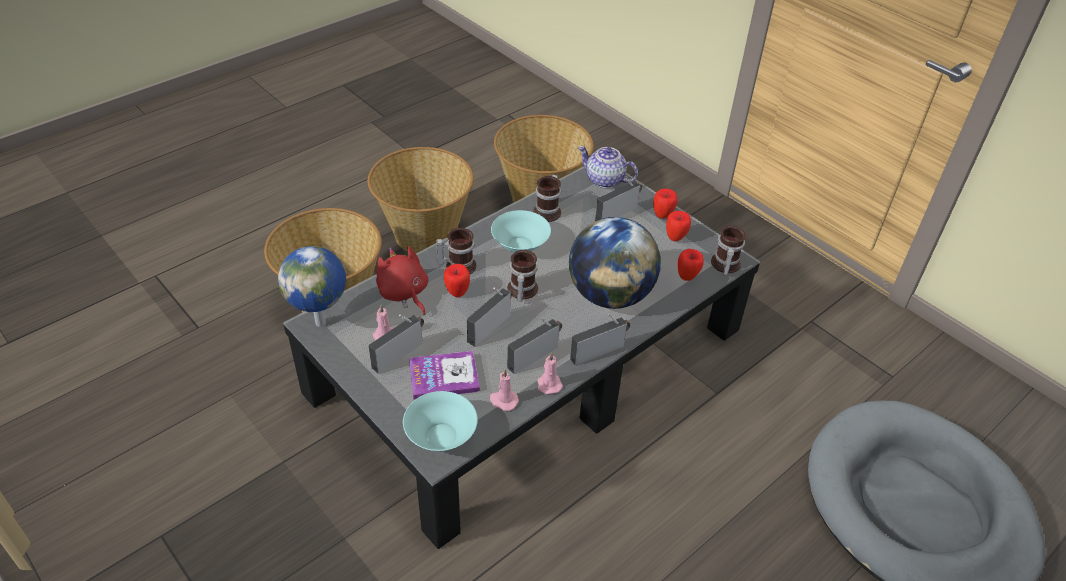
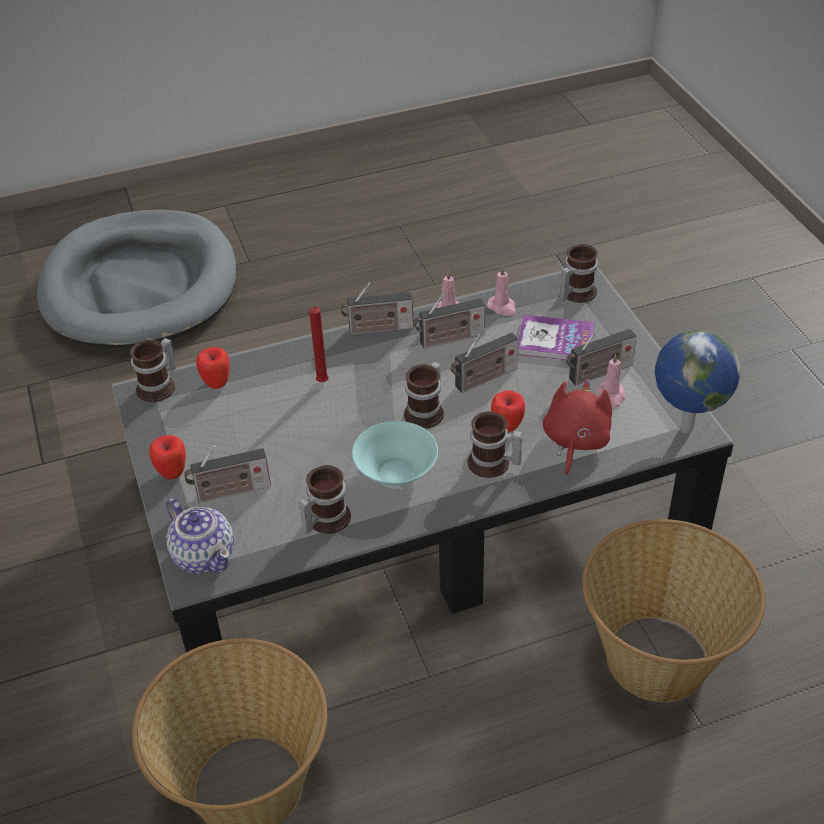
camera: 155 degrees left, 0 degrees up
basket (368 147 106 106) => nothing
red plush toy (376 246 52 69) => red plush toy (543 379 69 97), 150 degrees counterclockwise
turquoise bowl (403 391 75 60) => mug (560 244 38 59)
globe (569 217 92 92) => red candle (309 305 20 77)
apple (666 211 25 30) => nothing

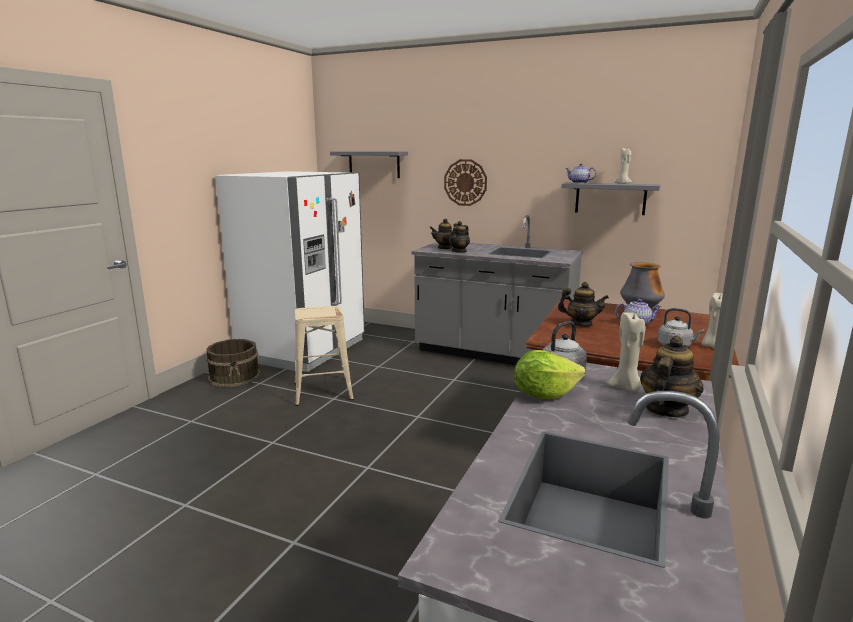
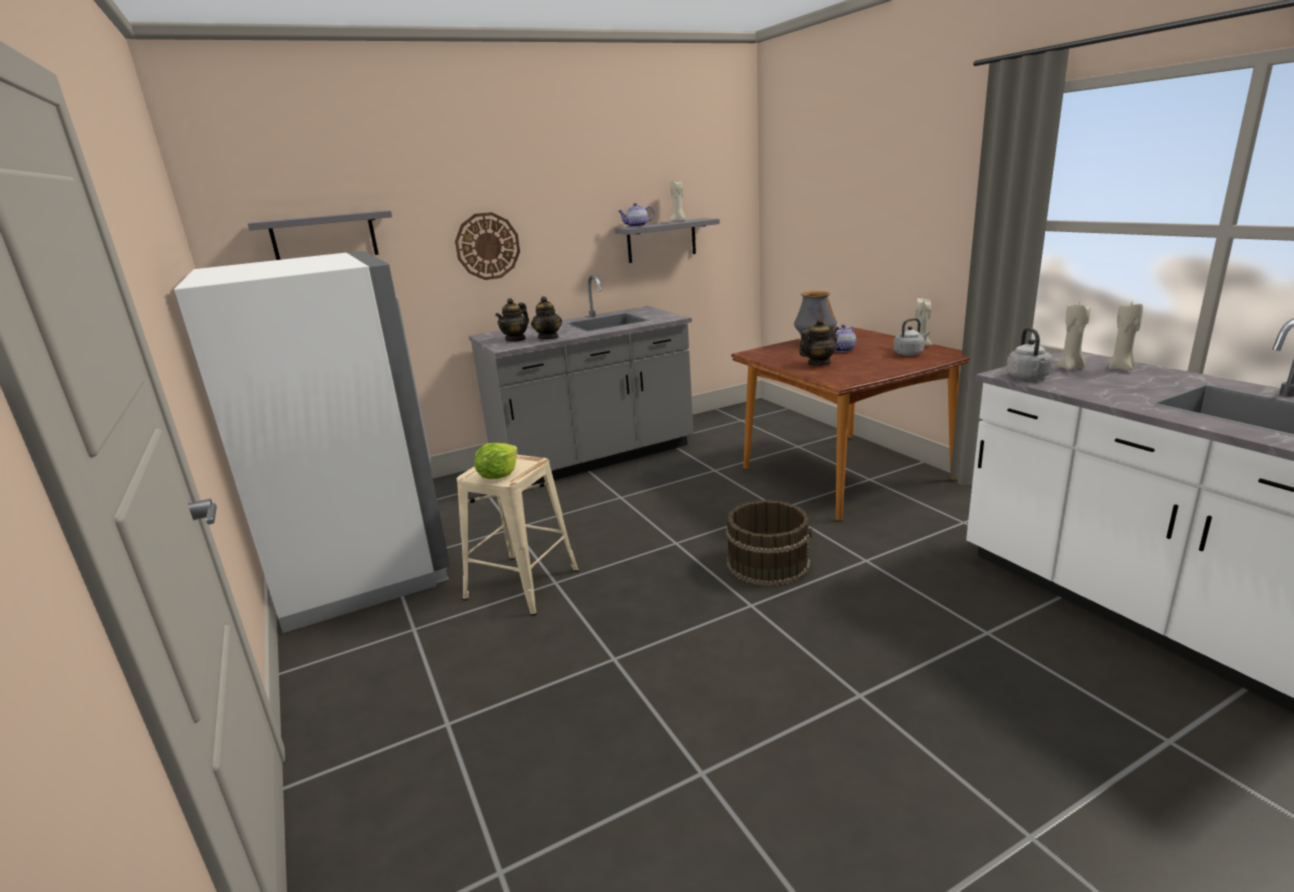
camera: 50 degrees left, 5 degrees up
brown bucket (206 339 54 48) => brown bucket (725 500 87 86), shifted
lettuce (514 350 71 49) => lettuce (474 443 44 36), shifted
teapot (640 335 63 82) => beige candle (1108 303 35 68)

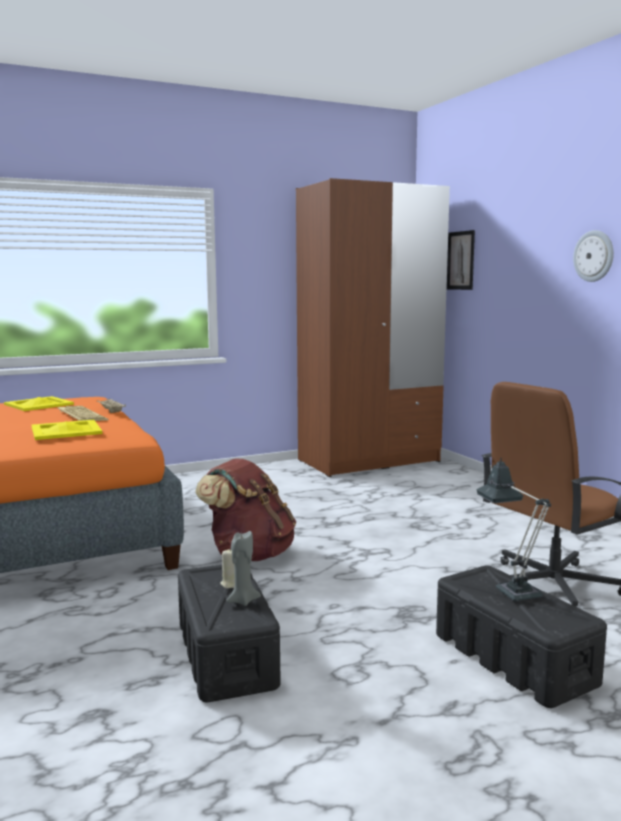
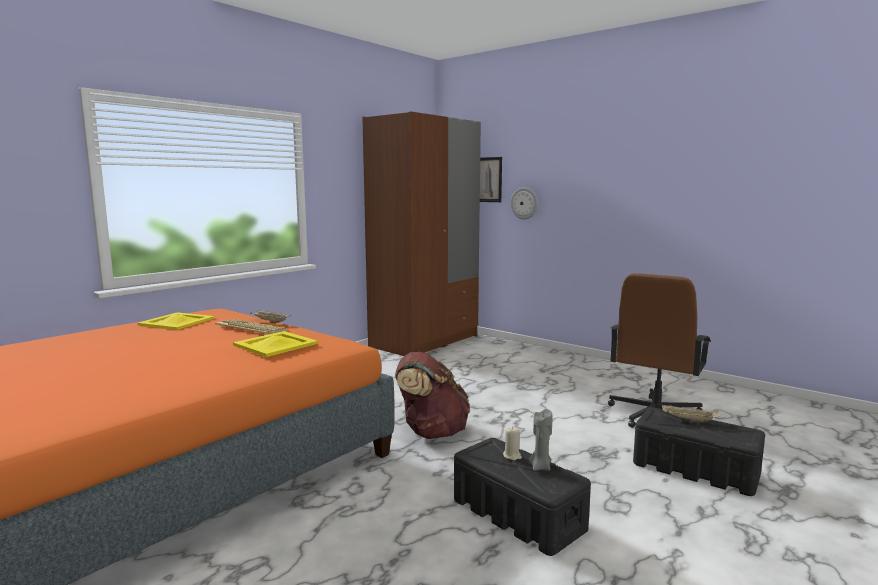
camera: 25 degrees left, 0 degrees up
table lamp (476 458 75 143) => beige tray (662 405 58 17)
wall clock (573 230 41 52) => wall clock (510 187 28 33), shifted

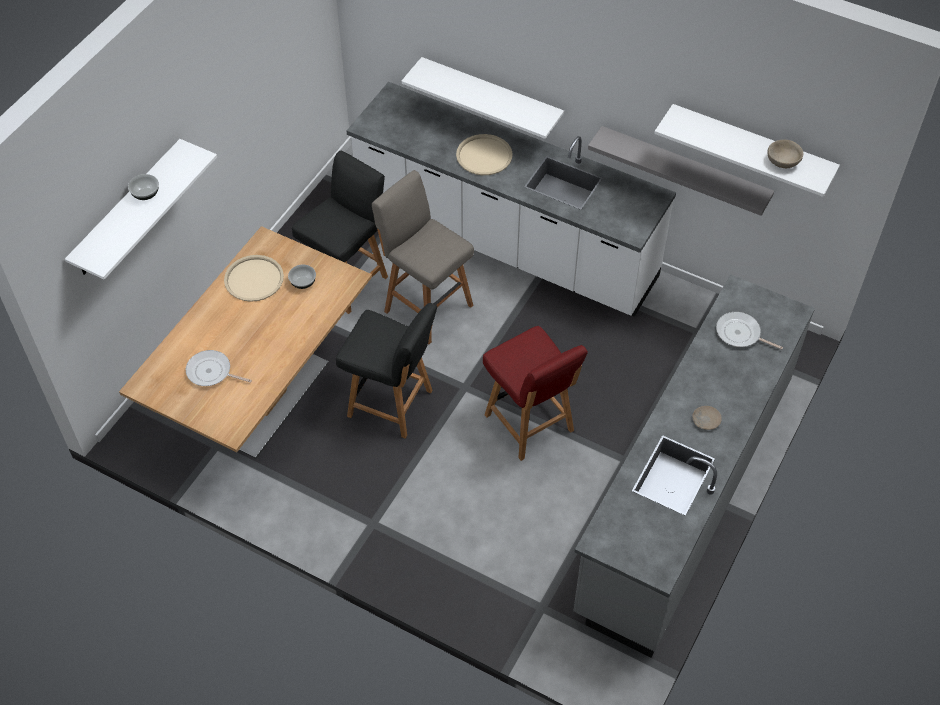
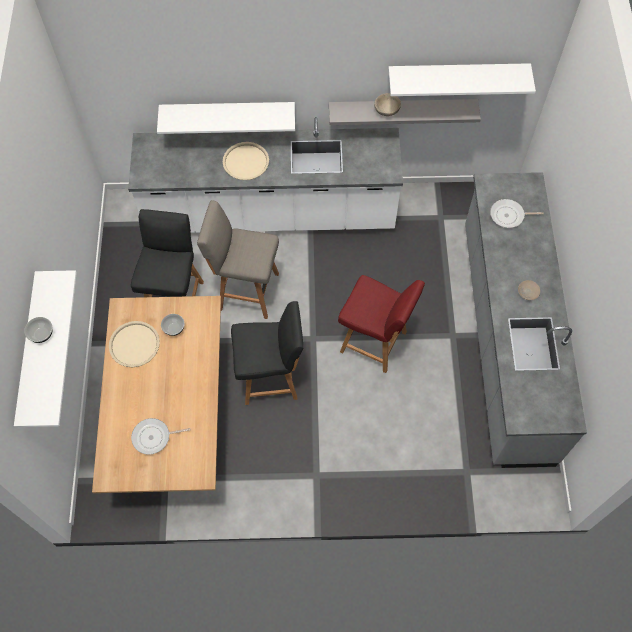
camera: 30 degrees left, 10 degrees up
beige bowl (767 140 36 28) => beige bowl (374 93 27 23), shifted

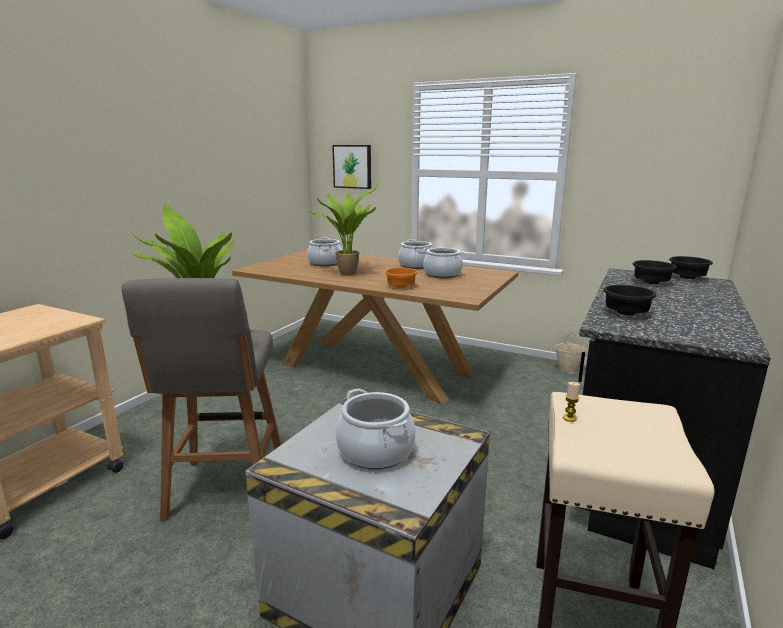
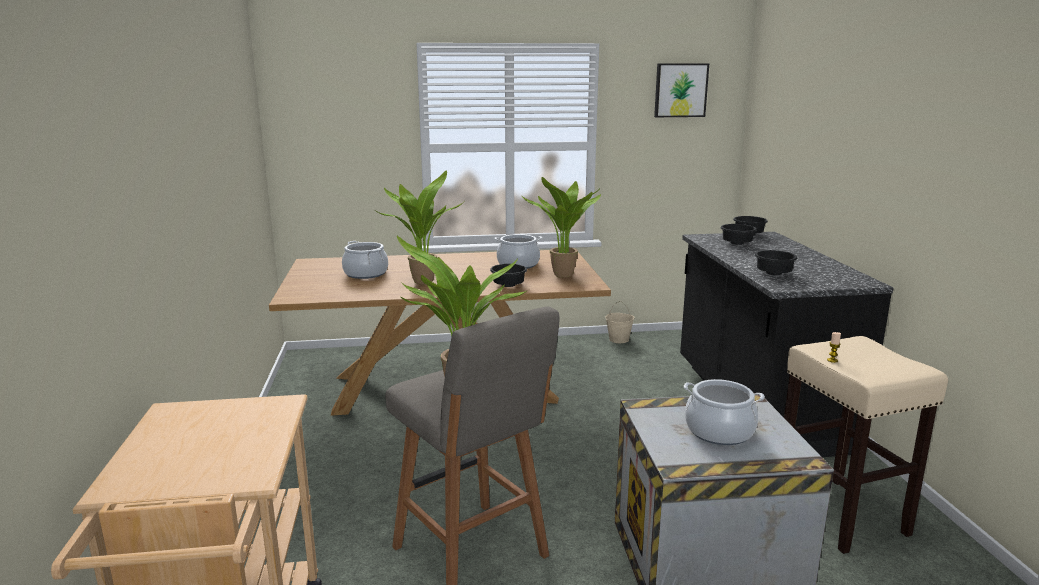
camera: 35 degrees left, 0 degrees up
picture (332 145 39 44) => picture (654 63 55 54), shifted
orange bowl (385 268 33 20) => black bowl (490 264 37 23)
cooking pot (398 239 34 30) => nothing
nothing => potted plant (521 177 80 101)

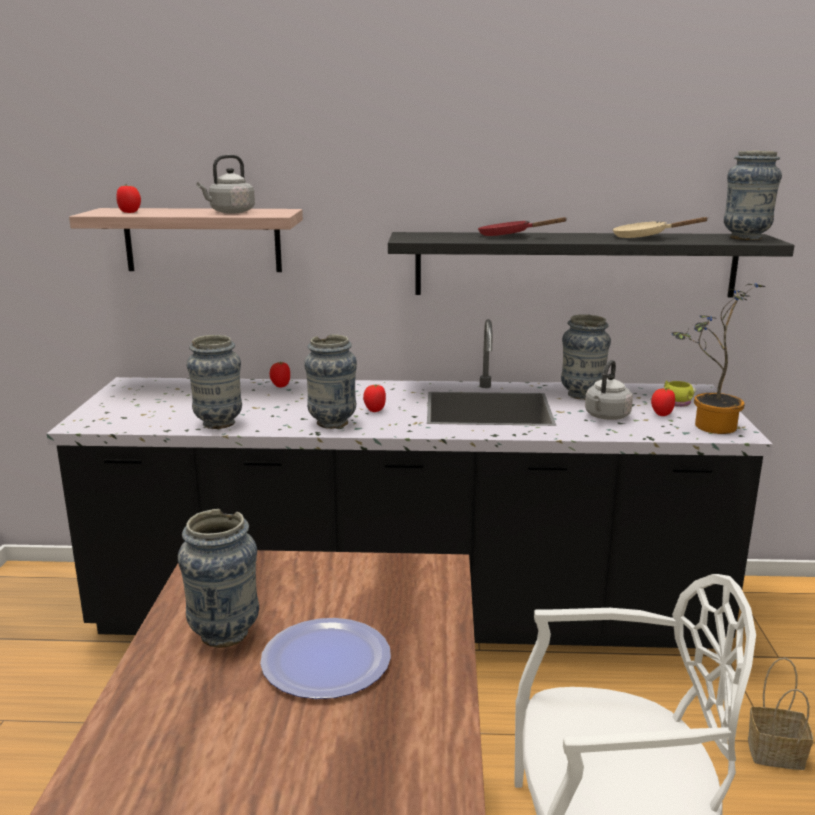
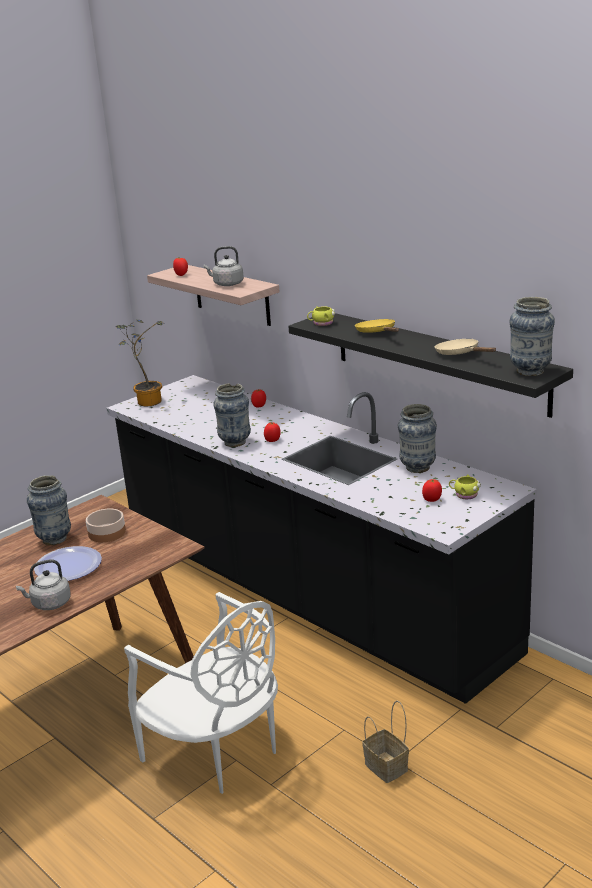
camera: 45 degrees right, 5 degrees up
vase (187 335 55 94) => nothing
red frying pan (478 217 90 19) => yellow frying pan (355 319 44 14)
grey kettle (585 360 48 60) => grey kettle (16 559 55 51), shifted
potted plant (671 283 95 151) => potted plant (115 320 49 86), shifted
nothing => bowl (86 508 40 34)
nothing => yellow mug (307 306 28 20)

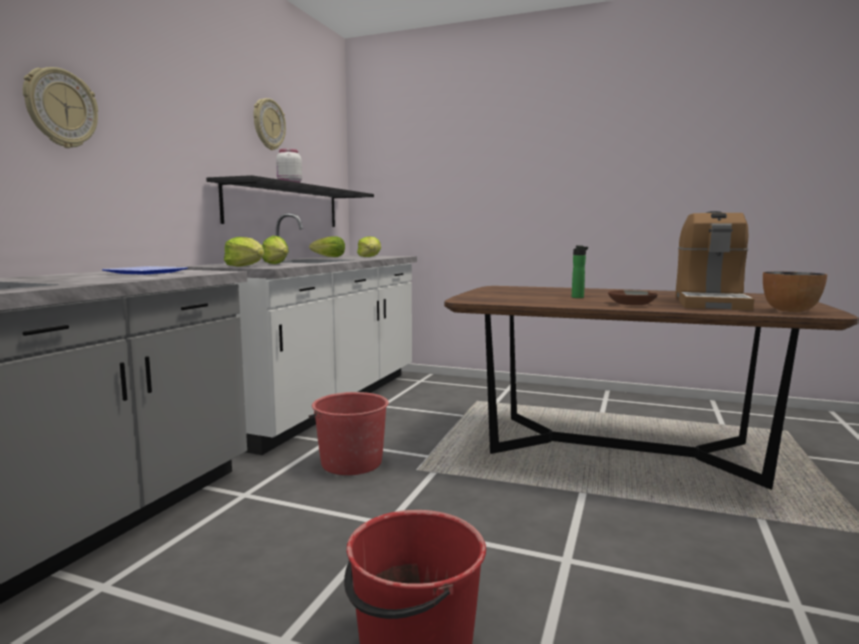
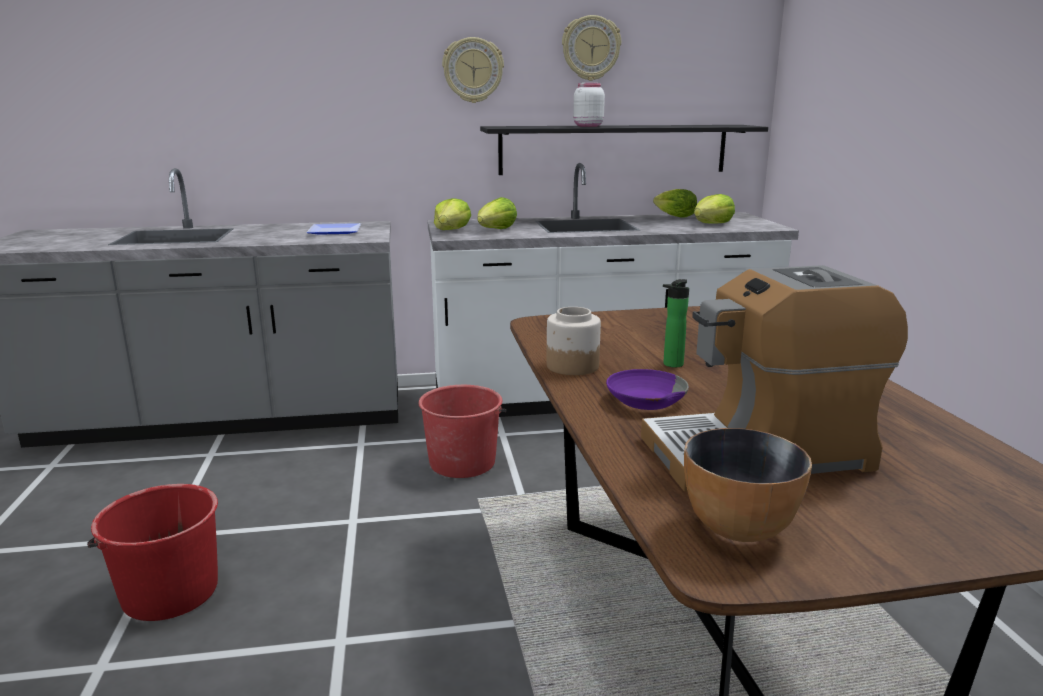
camera: 60 degrees right, 10 degrees up
wall clock (23 67 75 81) => wall clock (442 37 62 66), shifted
brown bowl (608 290 50 15) => purple bowl (606 369 83 41)
nothing => jar (546 307 55 68)

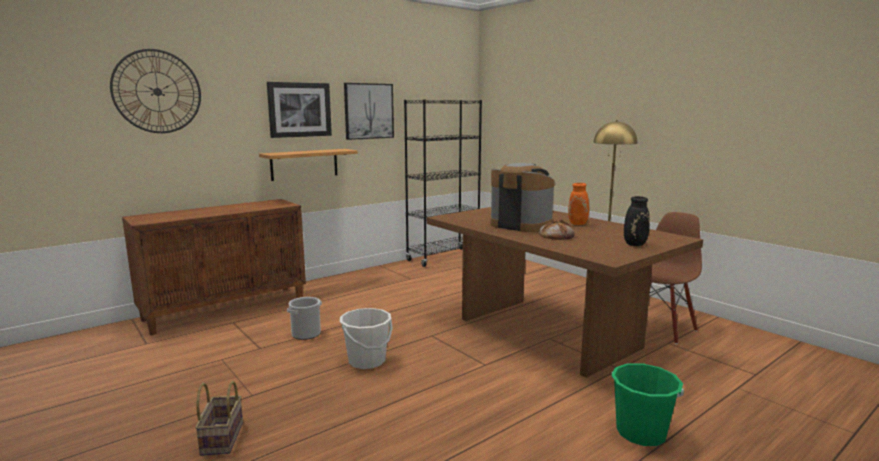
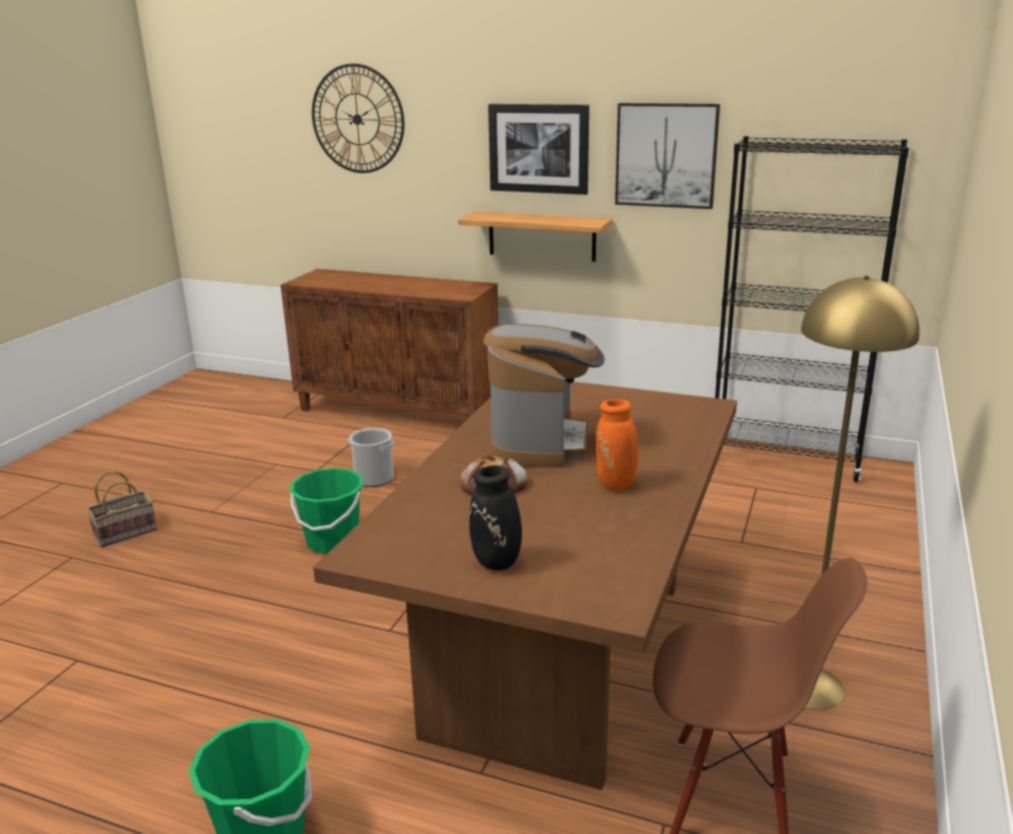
camera: 60 degrees right, 10 degrees up
white bucket (340 308 53 61) => green bucket (290 468 73 86)

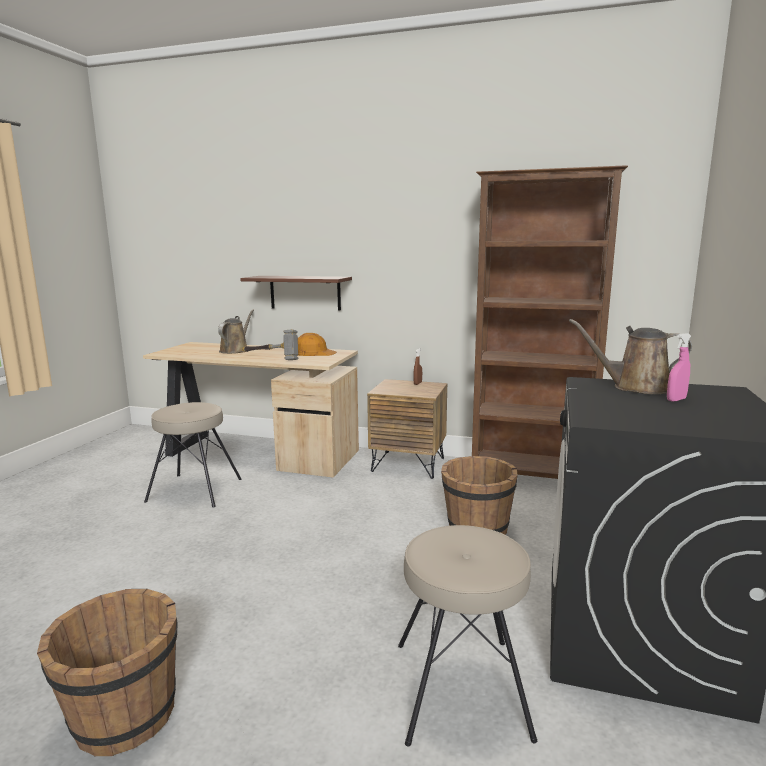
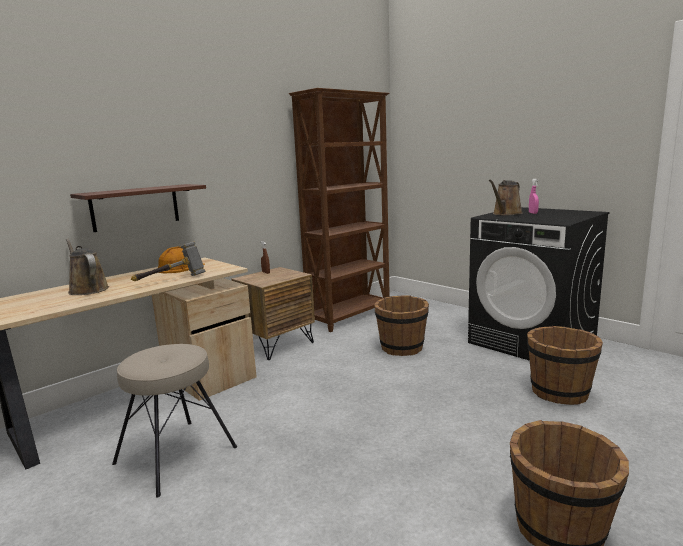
camera: 60 degrees left, 0 degrees up
beige stool (398 525 139 222) => brown bucket (527 326 76 79)

